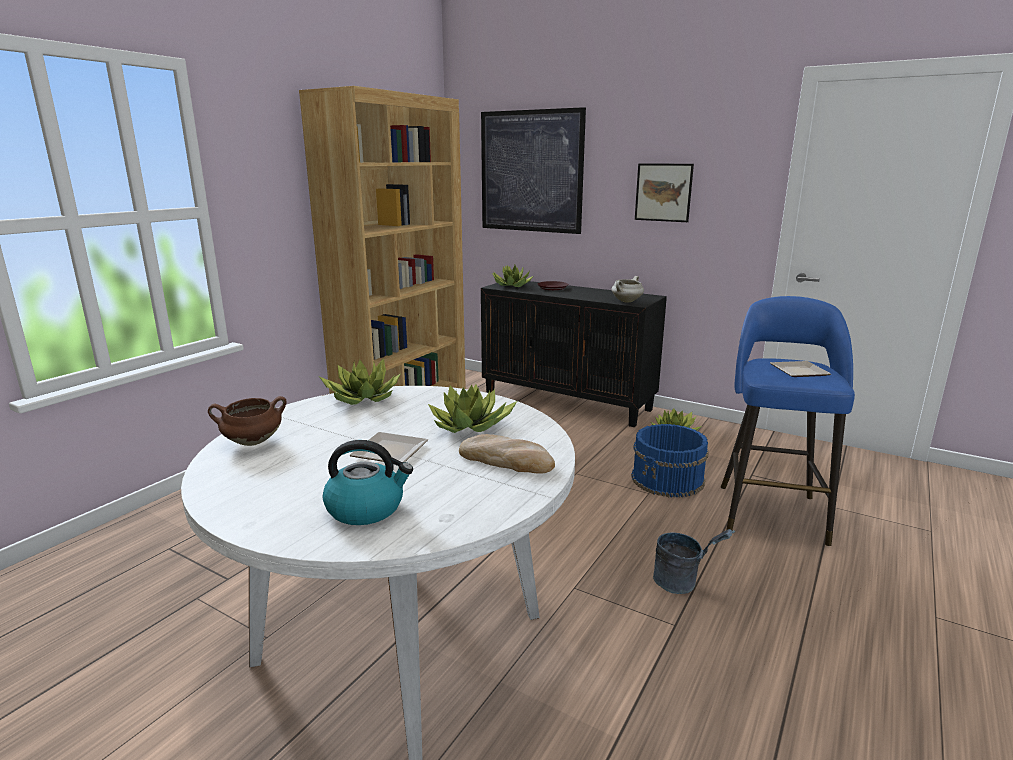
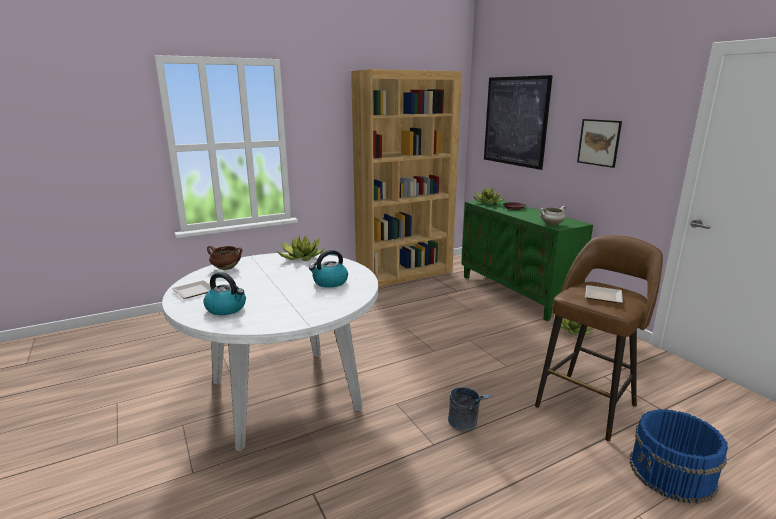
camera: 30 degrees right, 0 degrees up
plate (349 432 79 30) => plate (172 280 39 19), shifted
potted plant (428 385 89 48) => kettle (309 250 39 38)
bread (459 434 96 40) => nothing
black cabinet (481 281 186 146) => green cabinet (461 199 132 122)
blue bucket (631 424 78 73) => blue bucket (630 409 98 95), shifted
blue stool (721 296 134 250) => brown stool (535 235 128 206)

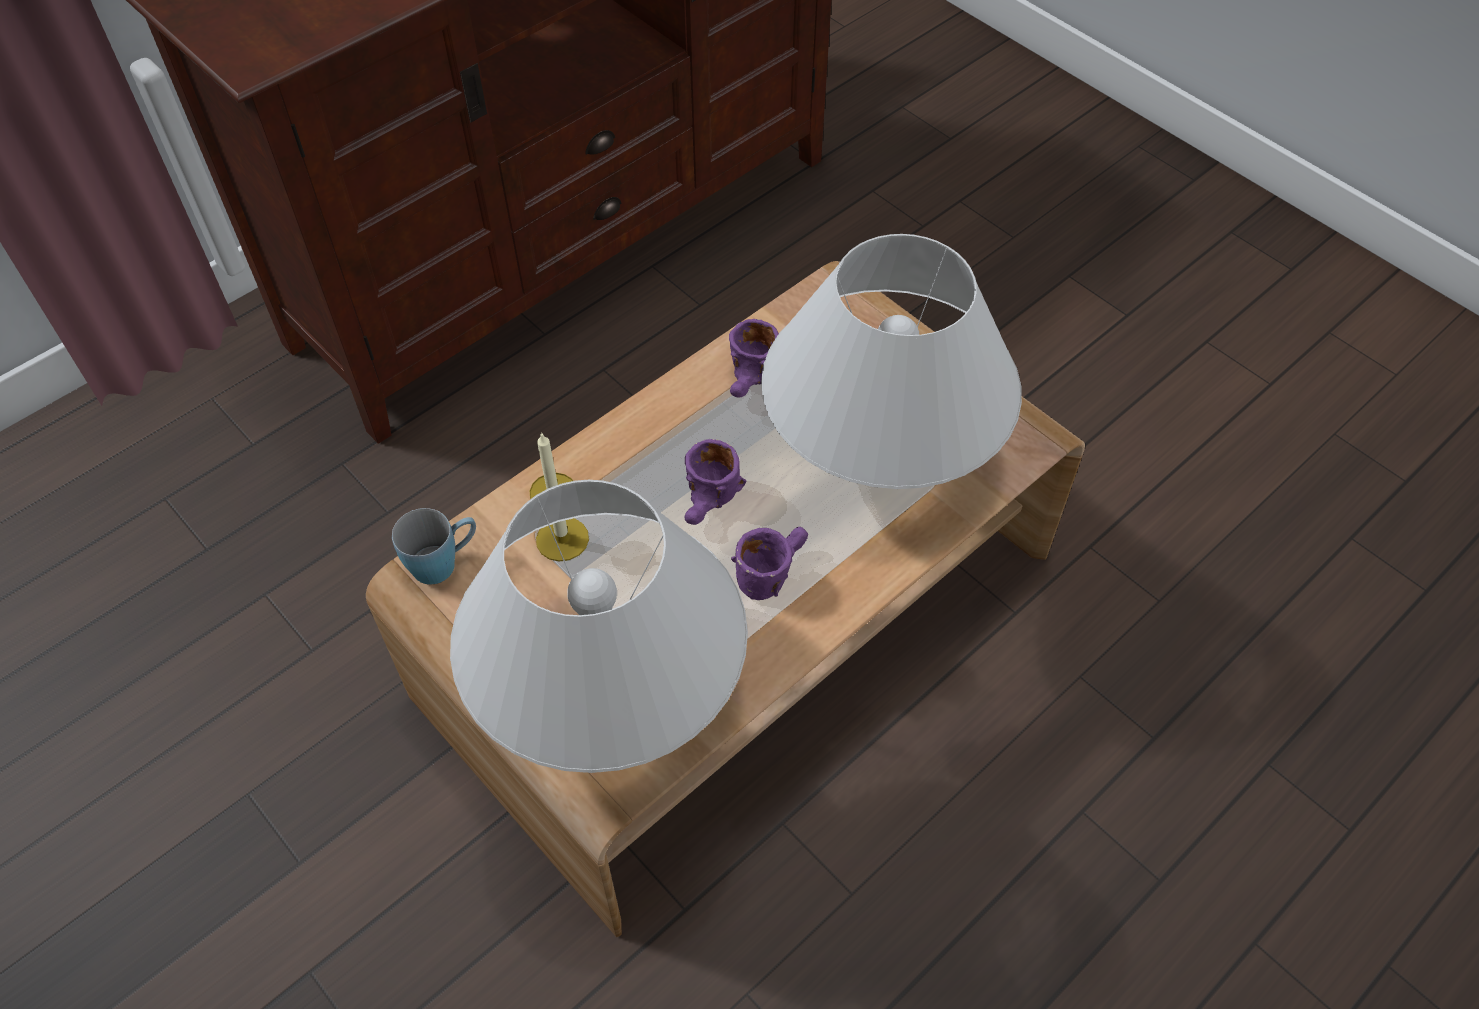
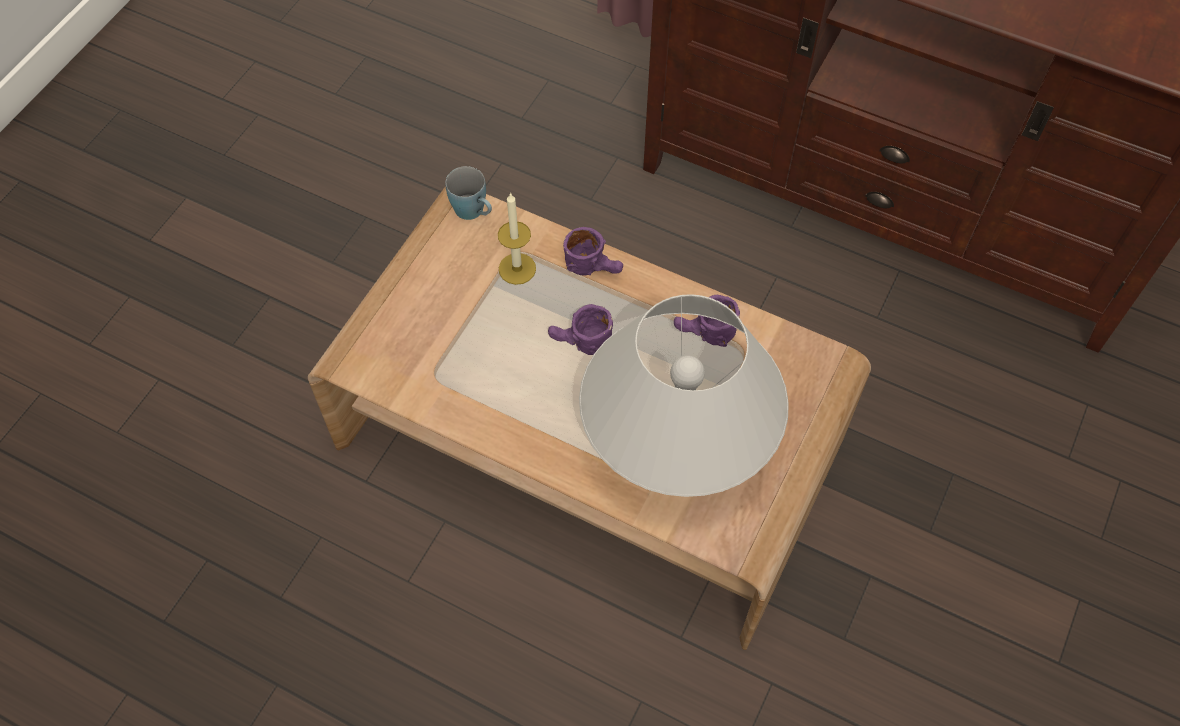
camera: 70 degrees right, 5 degrees up
white table lamp (450 480 298 293) => nothing
purple mug (731 527 77 73) => purple mug (563 227 60 49), shifted

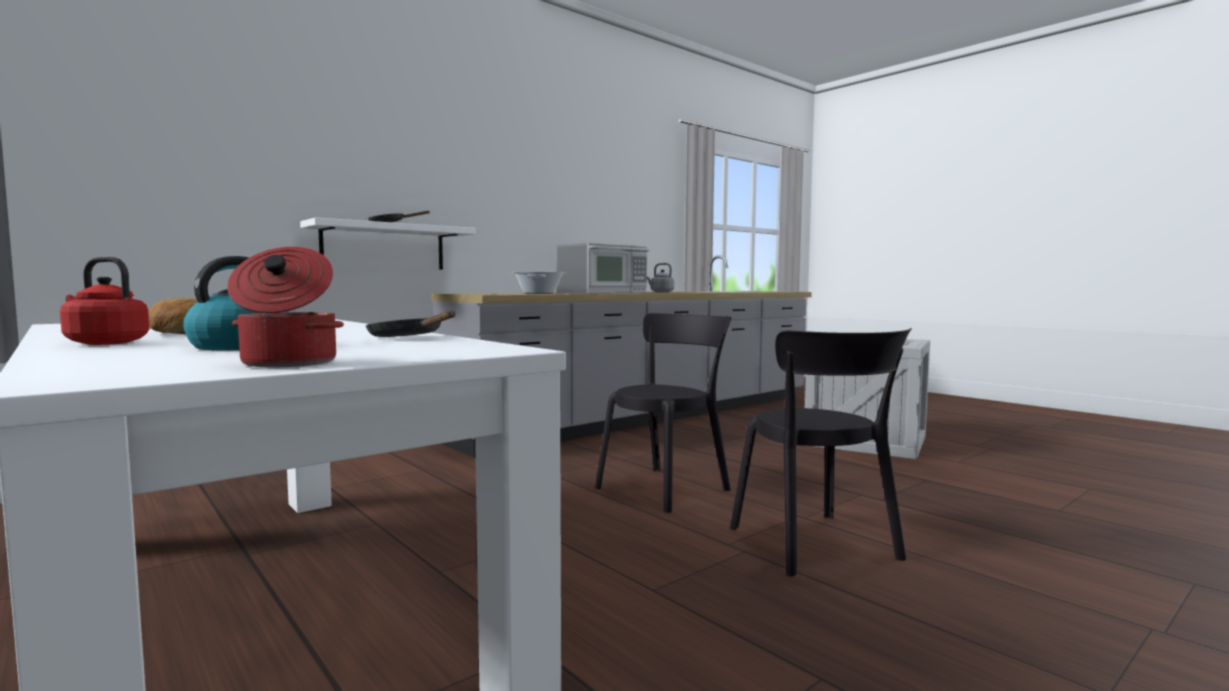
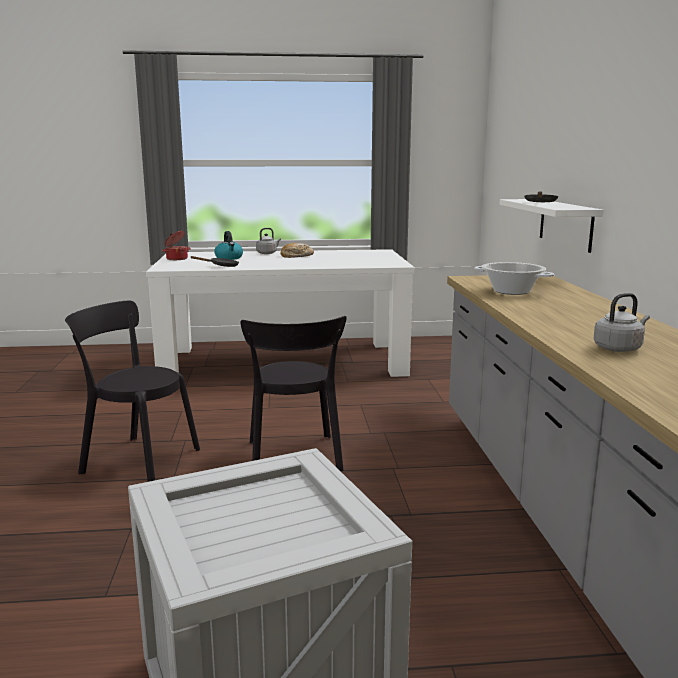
camera: 125 degrees right, 10 degrees up
red kettle (60 257 89 88) => grey kettle (256 228 25 26)
microwave (557 243 92 50) => nothing

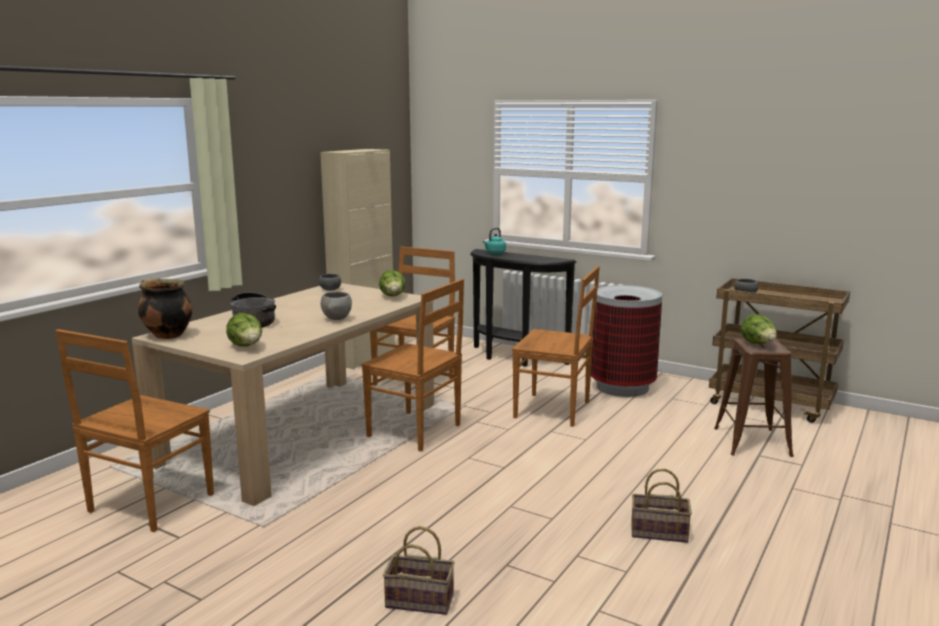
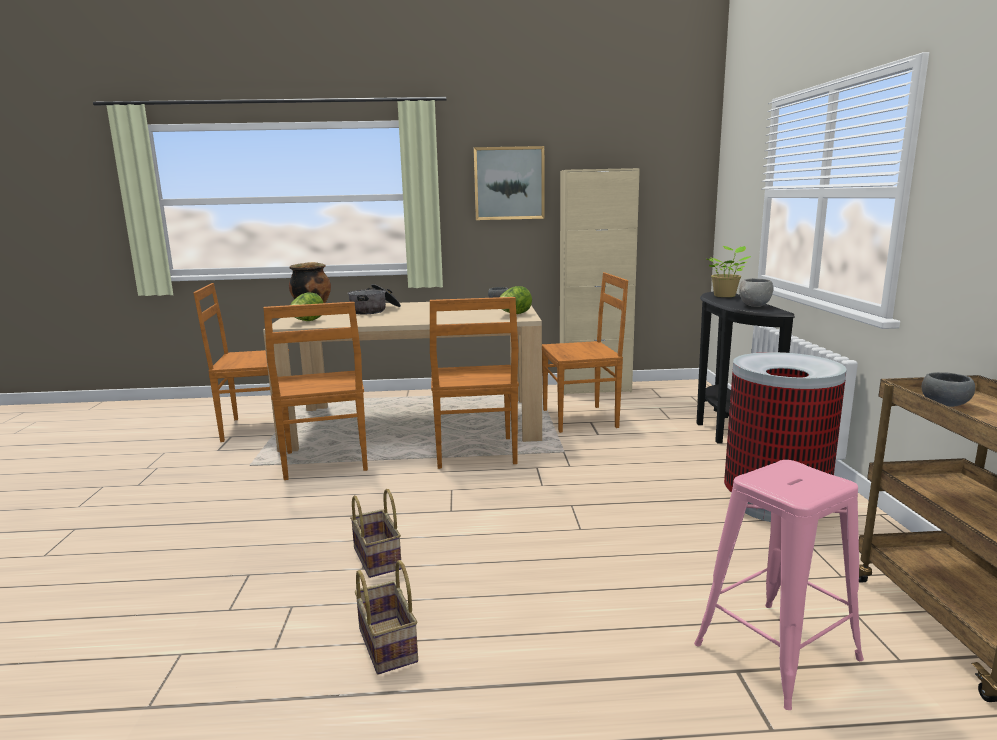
camera: 55 degrees right, 0 degrees up
grey bowl (321 292 31 28) => grey bowl (739 278 35 29), shifted
basket (383 526 72 89) => basket (350 489 52 89), shifted
turquoise kettle (483 228 23 26) => potted plant (706 246 45 51)
brown chair (512 266 88 161) => brown chair (263 302 105 178), shifted
brown stool (714 338 80 119) => pink stool (694 460 170 250)
lettuce (741 314 35 30) => nothing
nothing => picture (474 146 71 74)

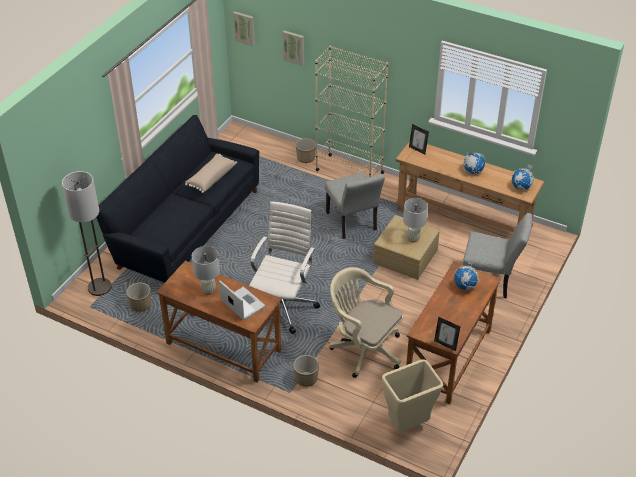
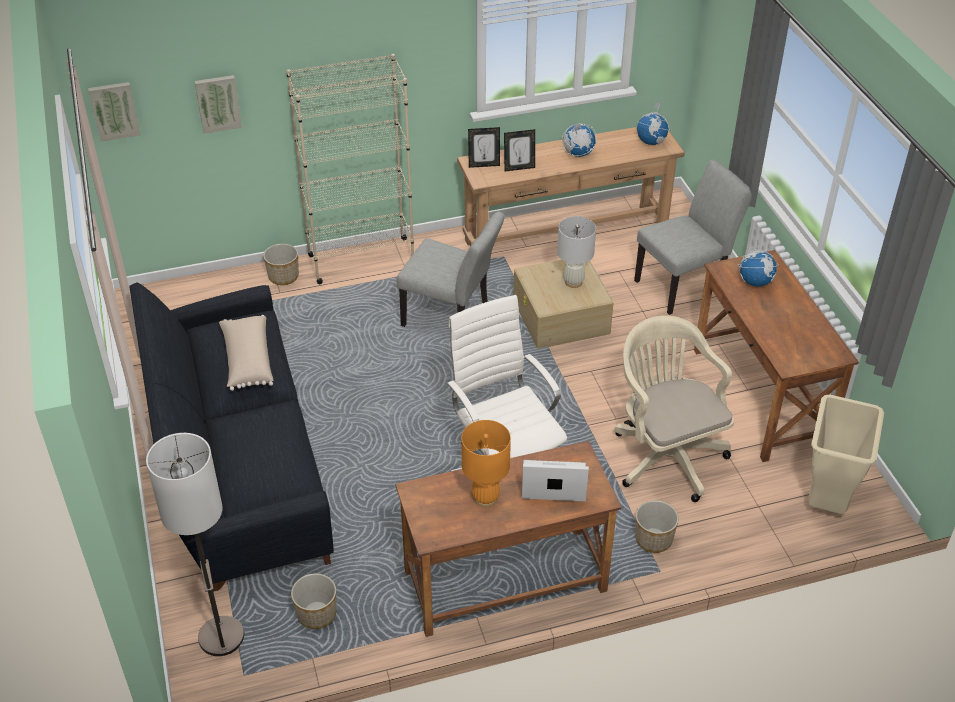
camera: 45 degrees left, 0 degrees up
white table lamp (192 246 28 49) => orange table lamp (461 420 50 87)
beige office chair (329 267 74 111) => beige office chair (614 315 120 187), 75 degrees clockwise
picture frame (434 317 26 34) => picture frame (504 129 31 43), shifted

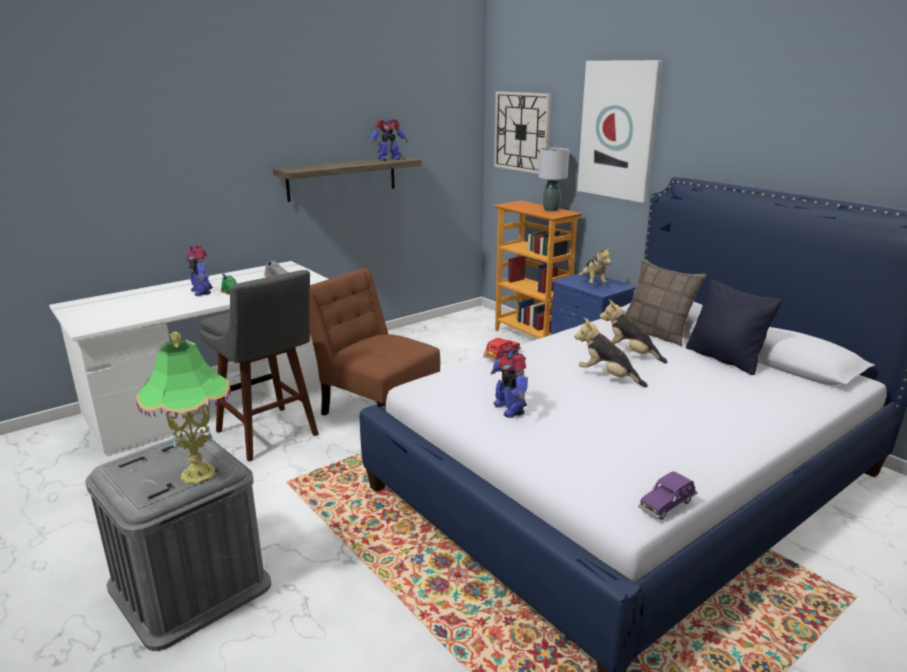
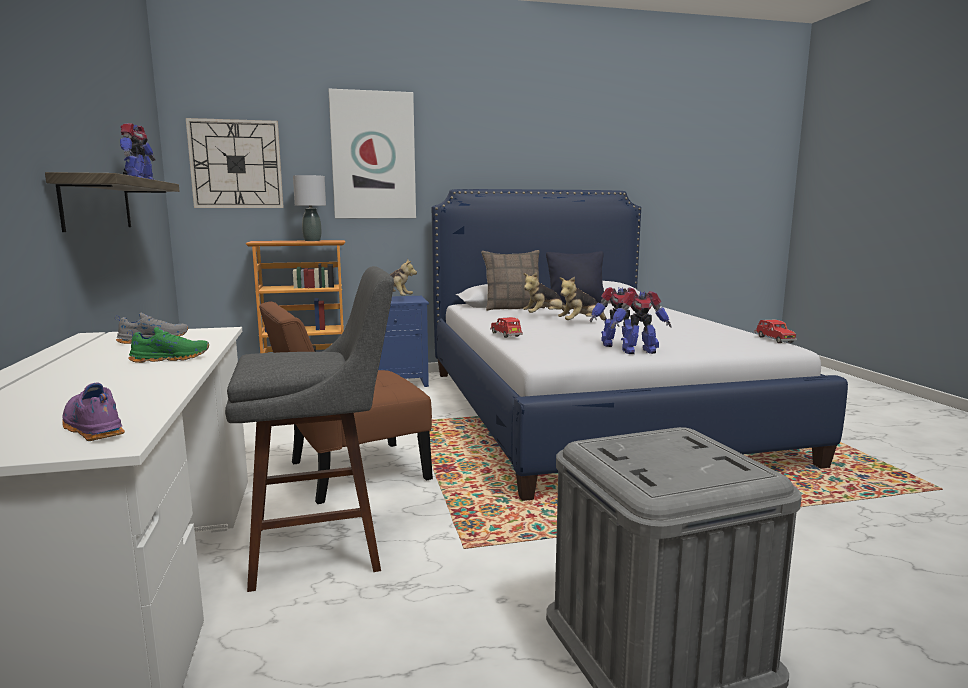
camera: 65 degrees left, 10 degrees down
table lamp (136 332 95 152) => nothing
toy robot (187 245 26 51) => toy robot (611 291 61 63), shifted
purple toy car (638 471 60 49) => red toy car (754 320 43 23)
nothing => purple shoe (62 383 63 58)

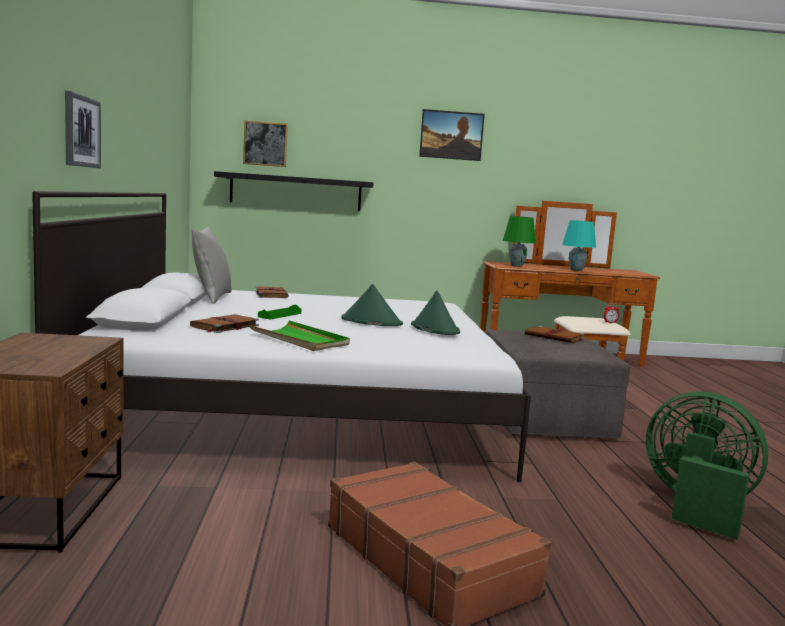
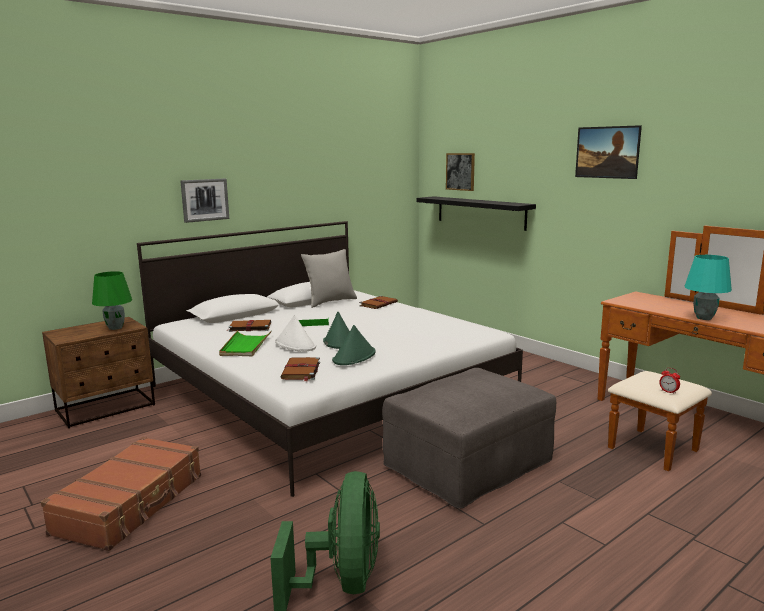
camera: 55 degrees right, 5 degrees up
green table lamp (503 216 33 51) => green table lamp (92 271 40 59), shifted
brown book (525 326 60 17) => brown book (281 357 39 24), shifted
nothing => white hat (275 315 41 37)

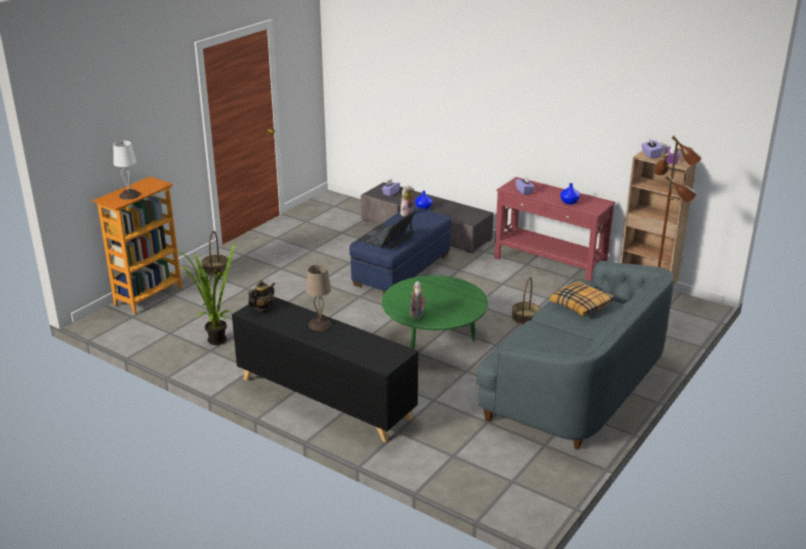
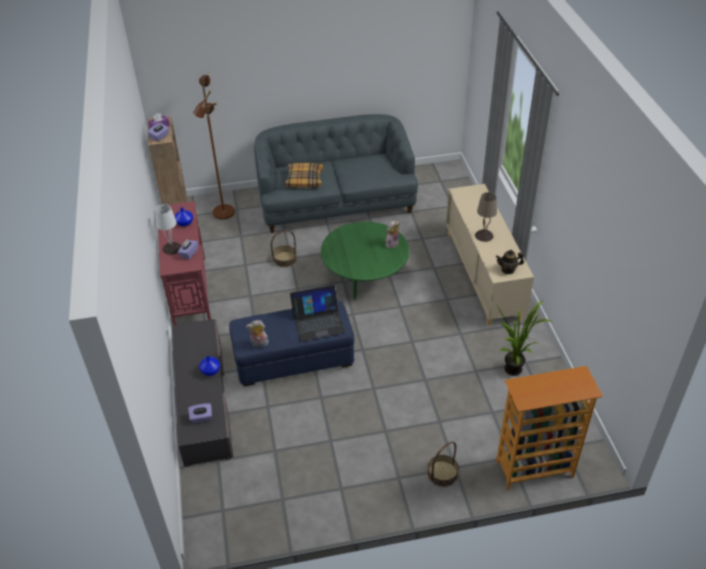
camera: 135 degrees left, 15 degrees up
white table lamp (113 141 27 59) => white table lamp (155 204 26 51), shifted
black cabinet (232 296 186 146) => beige cabinet (446 184 88 142)

